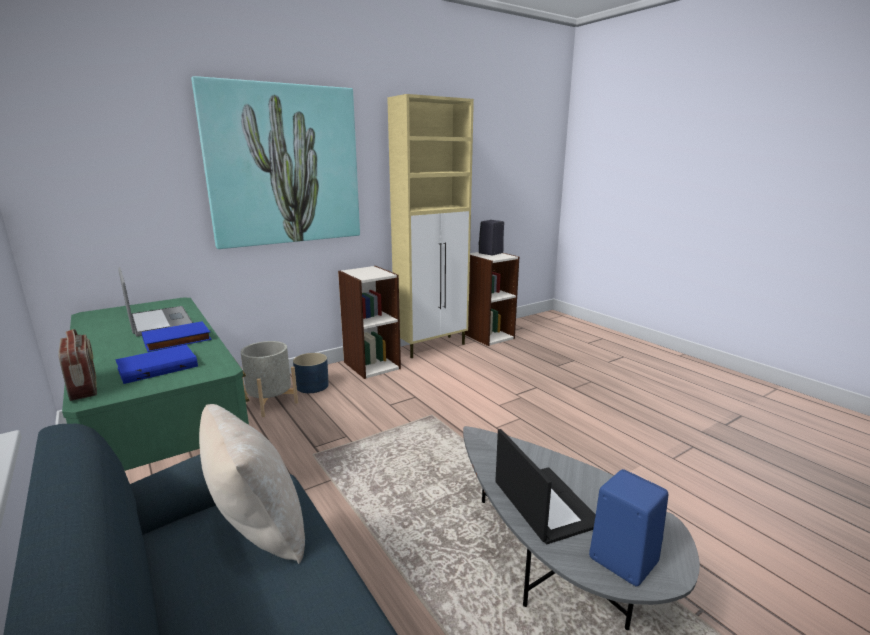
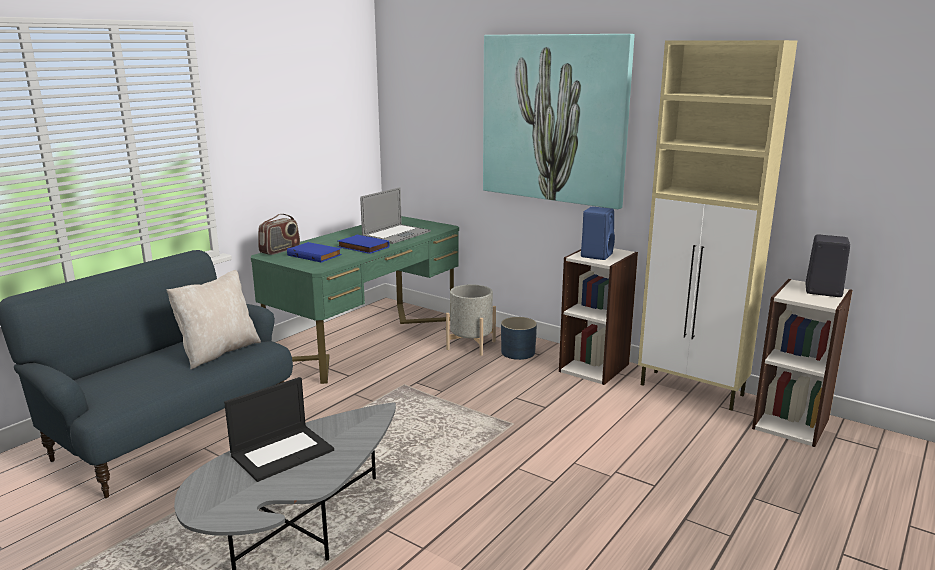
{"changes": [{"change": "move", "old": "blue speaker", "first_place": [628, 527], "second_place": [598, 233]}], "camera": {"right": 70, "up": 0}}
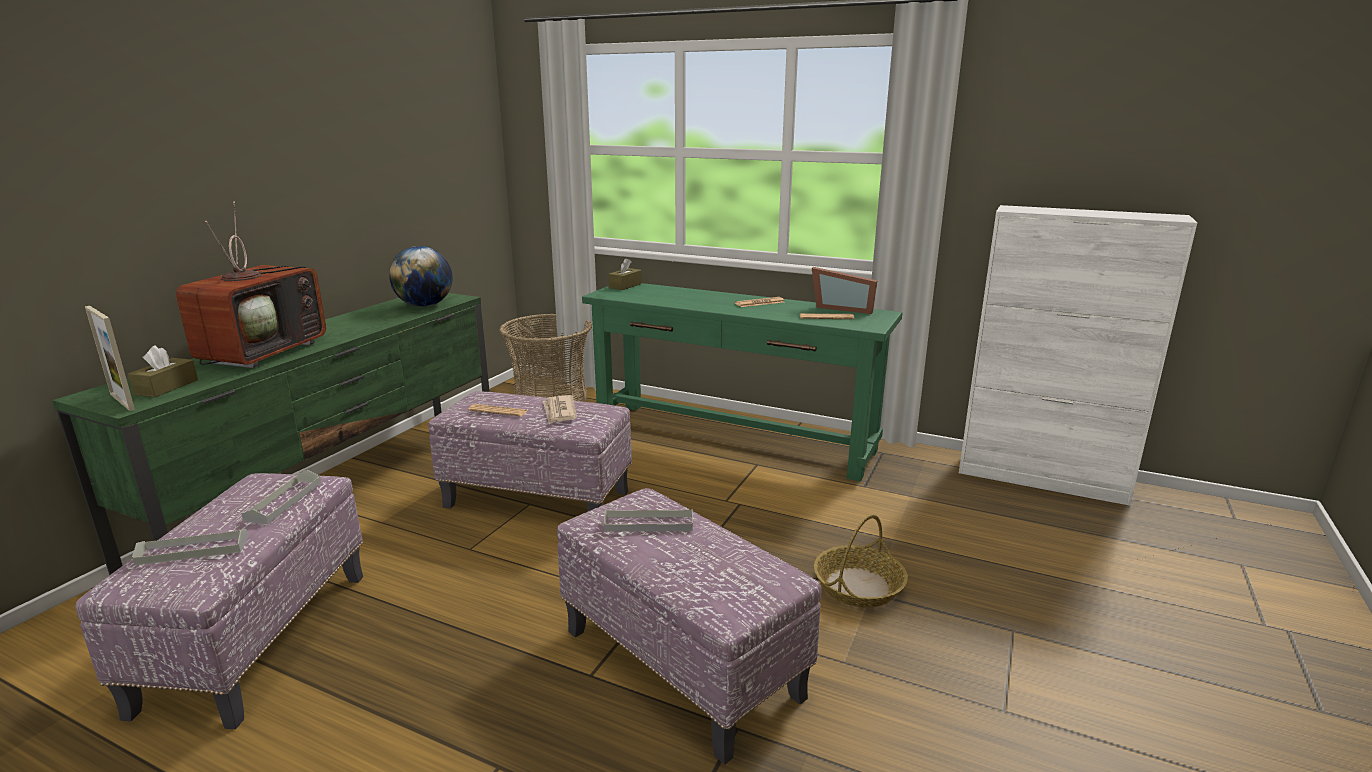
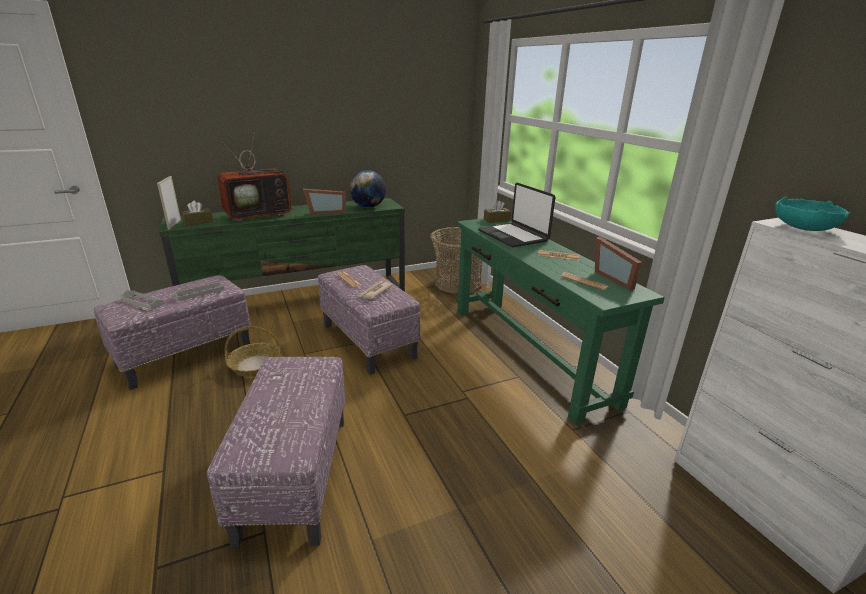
{"changes": [{"change": "delete", "old": "grey tray", "first_place": [648, 520]}, {"change": "move", "old": "basket", "first_place": [861, 561], "second_place": [253, 351]}, {"change": "insert", "new": "picture frame", "second_place": [324, 202]}, {"change": "insert", "new": "laptop", "second_place": [516, 215]}, {"change": "insert", "new": "turquoise bowl", "second_place": [812, 214]}], "camera": {"right": 40, "up": 5}}
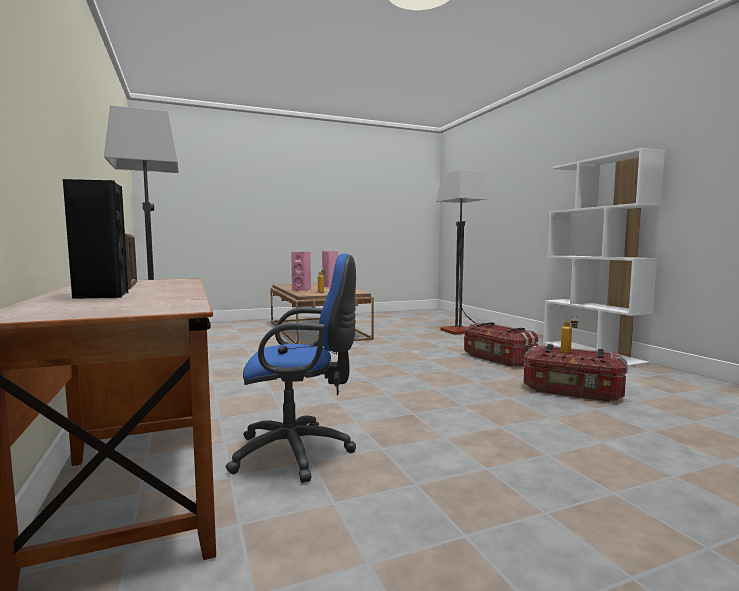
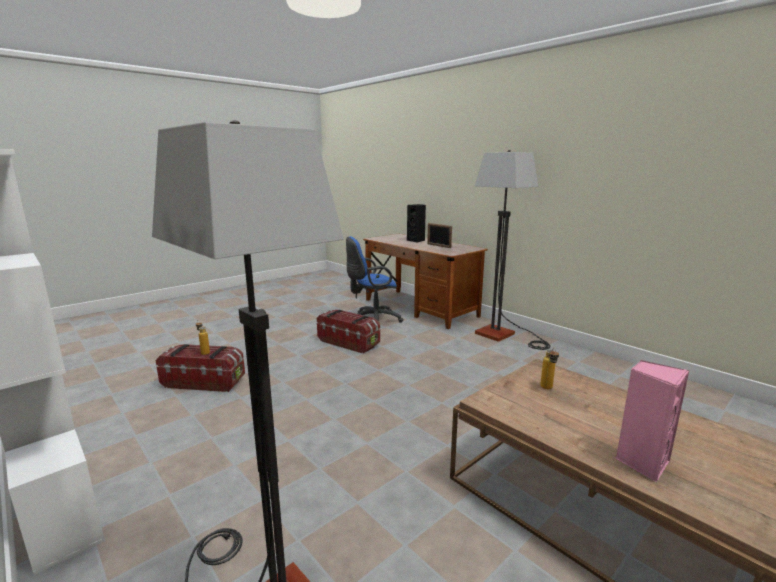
{"changes": [{"change": "delete", "old": "pink speaker", "first_place": [301, 271]}, {"change": "move", "old": "storage box", "first_place": [501, 344], "second_place": [348, 332]}], "camera": {"right": 160, "up": 10}}
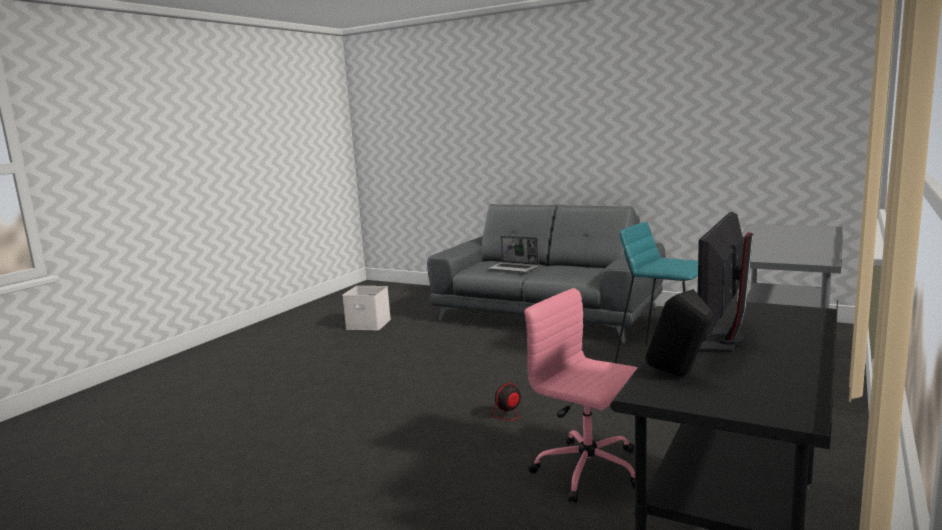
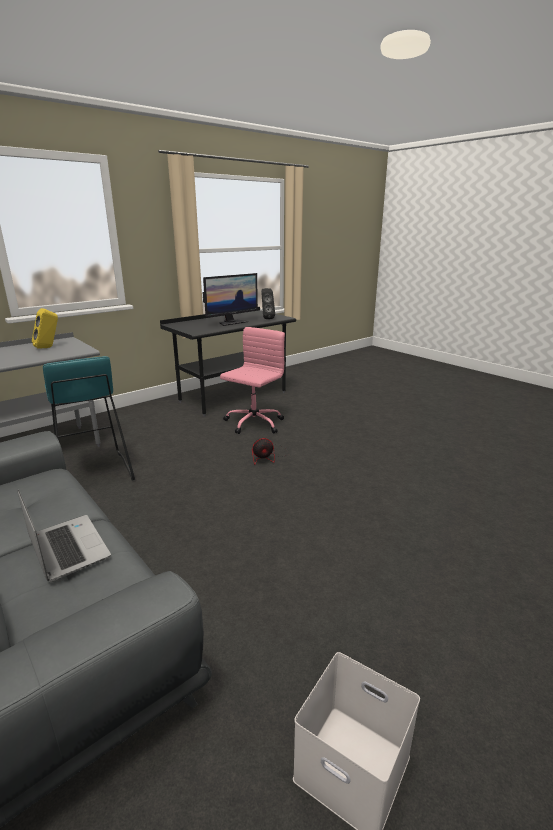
{"changes": [{"change": "rotate", "old": "pink office chair", "first_place": [581, 395], "second_place": [252, 380], "degrees": -120}, {"change": "insert", "new": "yellow speaker", "second_place": [45, 328]}], "camera": {"right": -160, "up": 10}}
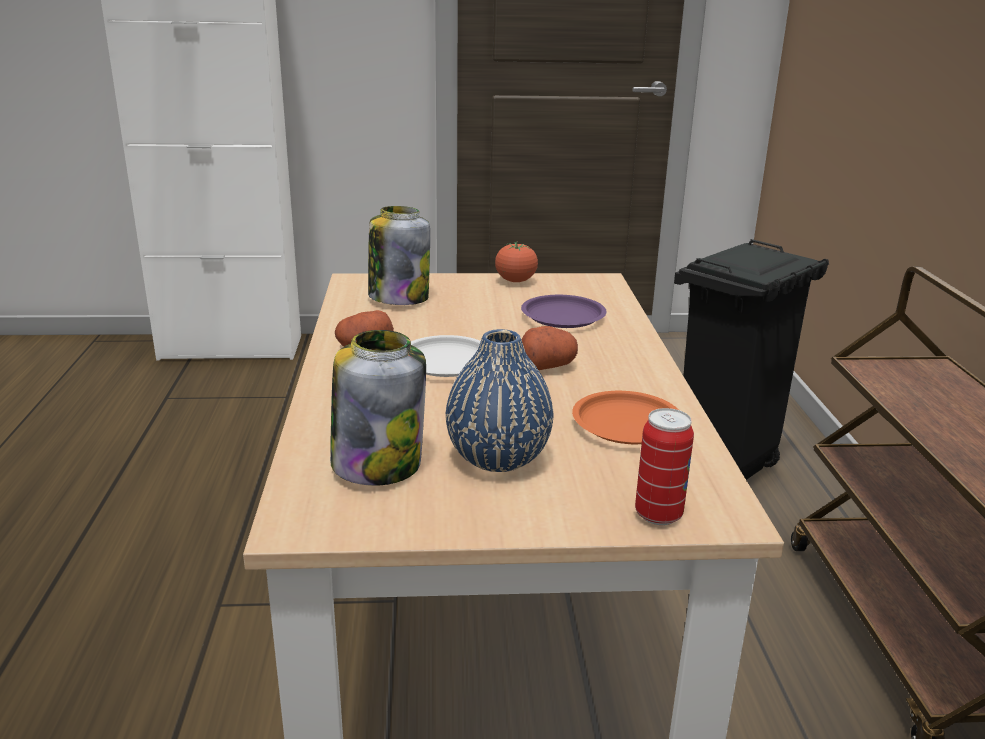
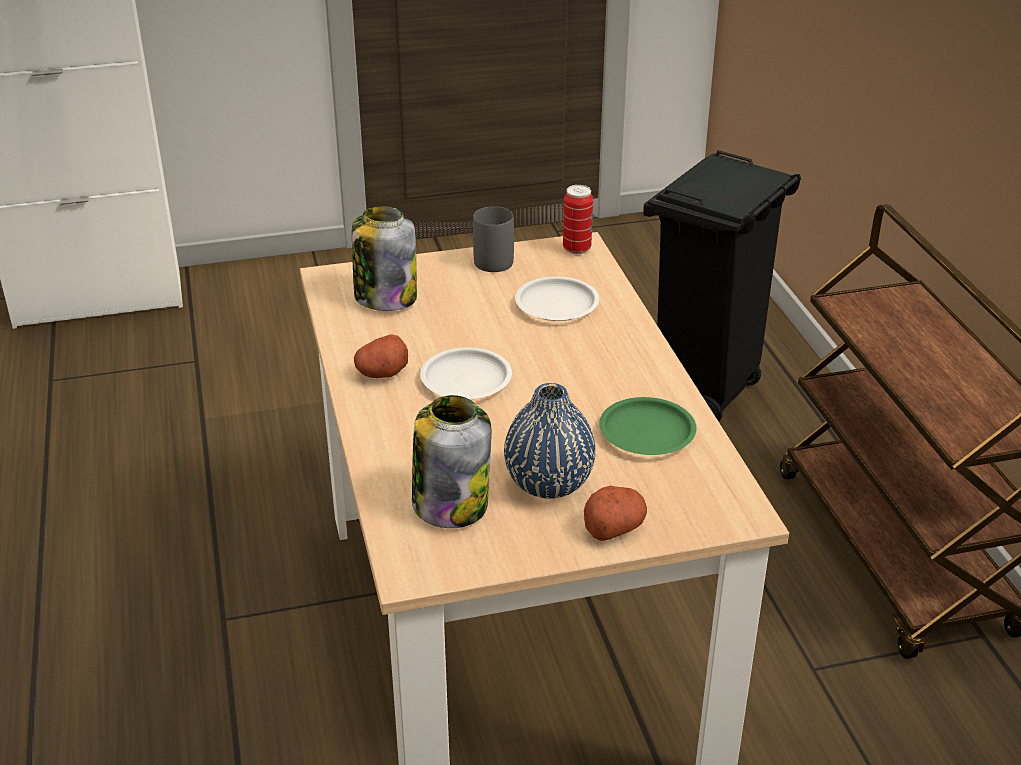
{"changes": [{"change": "replace", "old": "tomato", "new": "grey mug", "first_place": [516, 261], "second_place": [493, 239]}, {"change": "recolor", "old": "purple plate", "new": "white plate", "first_place": [564, 311], "second_place": [557, 298]}, {"change": "move", "old": "potato", "first_place": [550, 348], "second_place": [615, 513]}, {"change": "recolor", "old": "orange plate", "new": "green plate", "first_place": [625, 417], "second_place": [648, 426]}, {"change": "move", "old": "can", "first_place": [664, 466], "second_place": [578, 219]}], "camera": {"right": -10, "up": 10}}
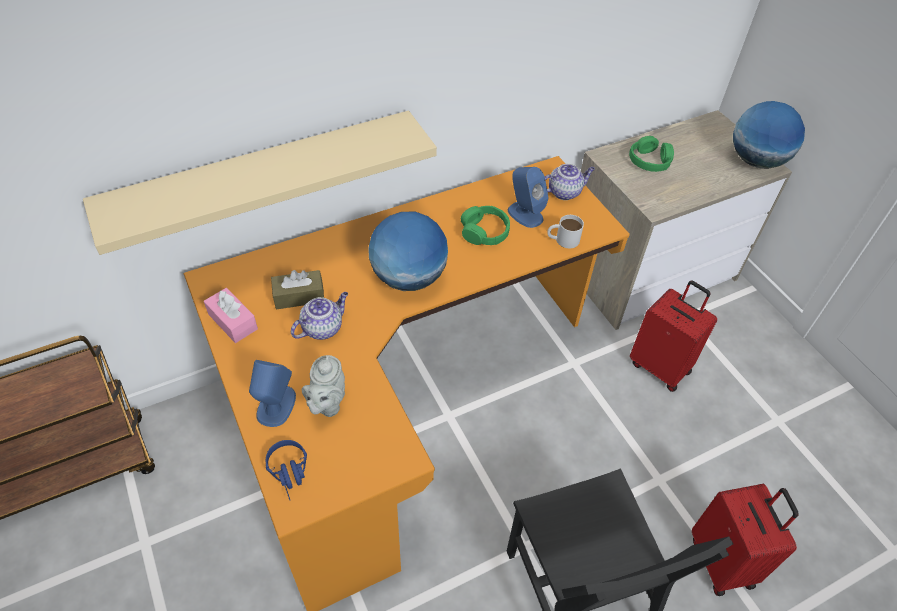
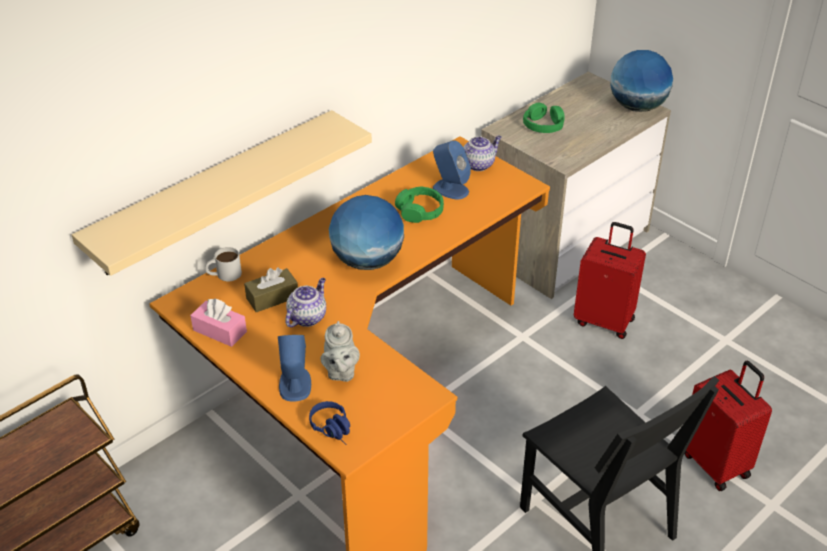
{"changes": [{"change": "move", "old": "white mug", "first_place": [565, 231], "second_place": [223, 264]}], "camera": {"right": -15, "up": -10}}
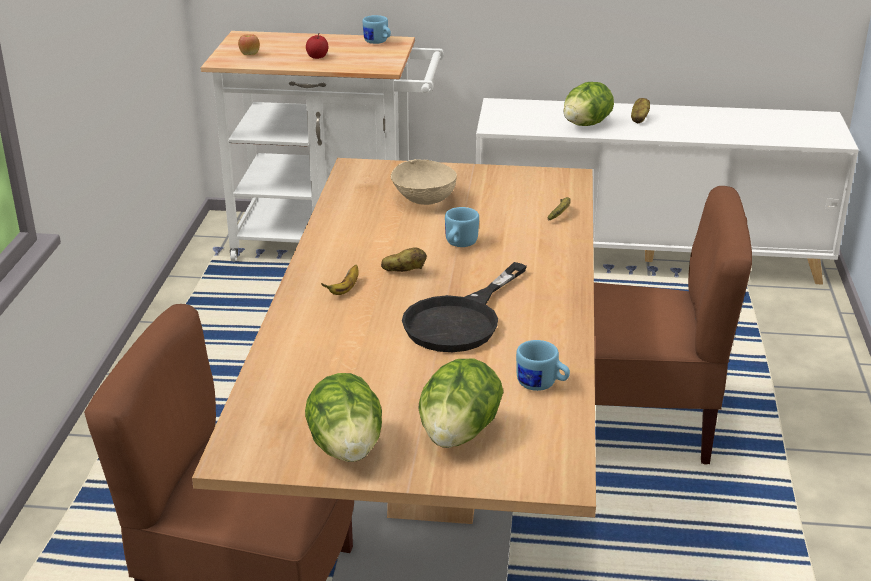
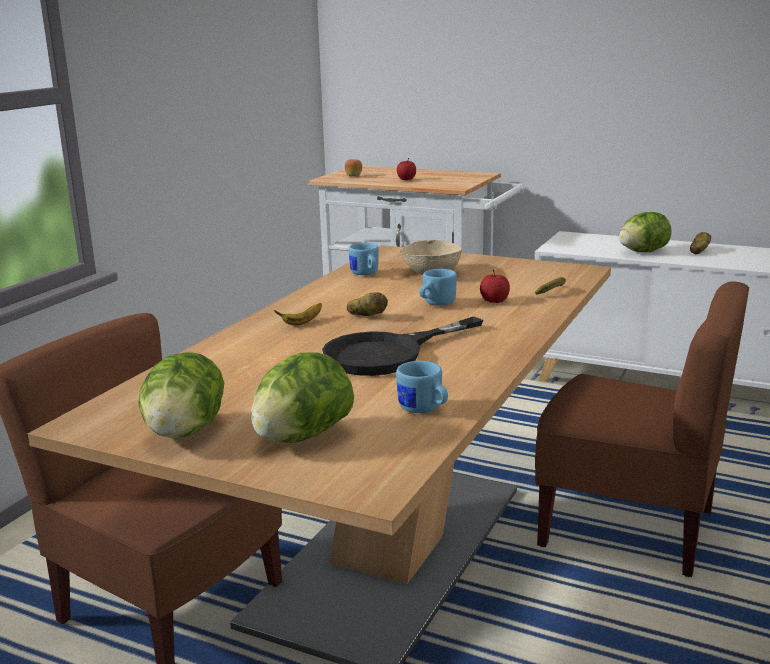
{"changes": [{"change": "move", "old": "blue mug", "first_place": [377, 29], "second_place": [364, 259]}, {"change": "insert", "new": "apple", "second_place": [495, 286]}], "camera": {"right": 20, "up": -10}}
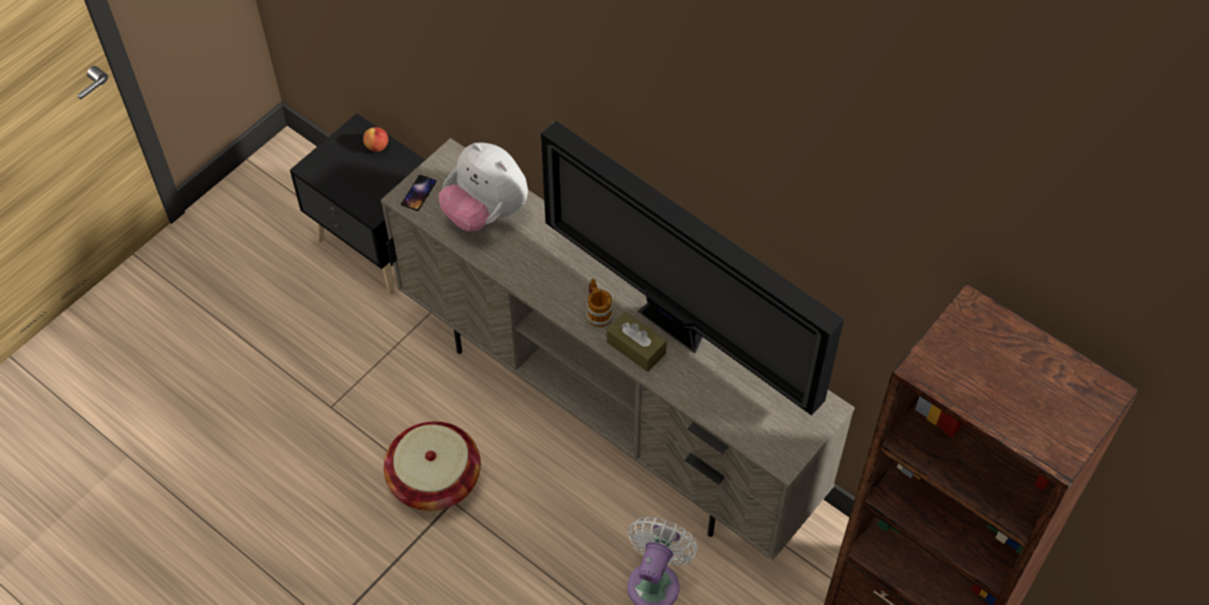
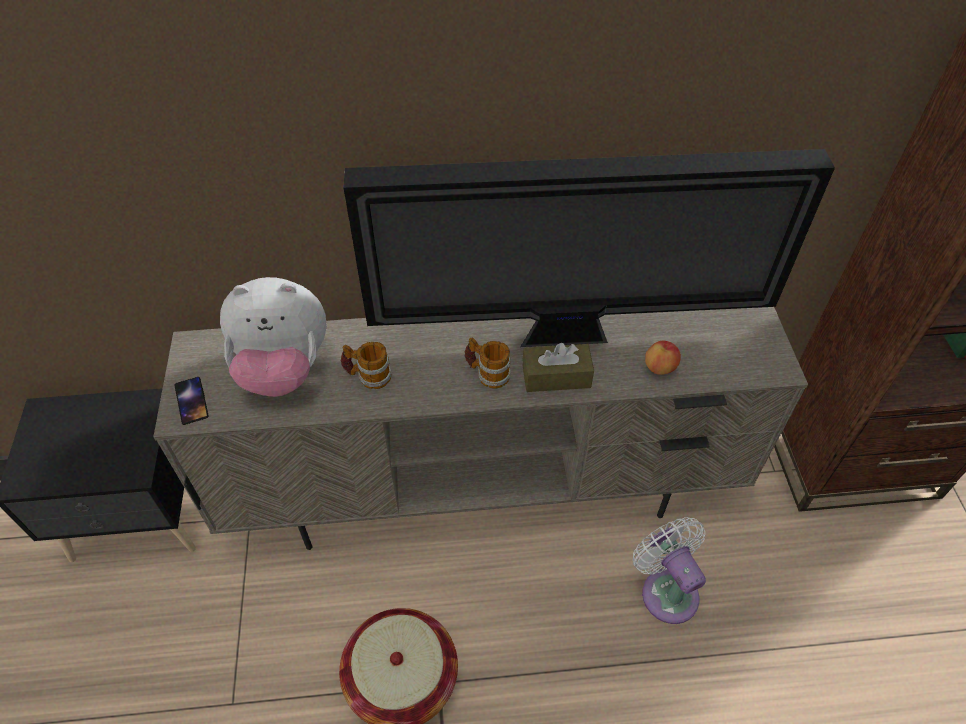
{"changes": [{"change": "move", "old": "apple", "first_place": [375, 139], "second_place": [663, 358]}, {"change": "insert", "new": "mug", "second_place": [366, 365]}], "camera": {"right": -45, "up": -5}}
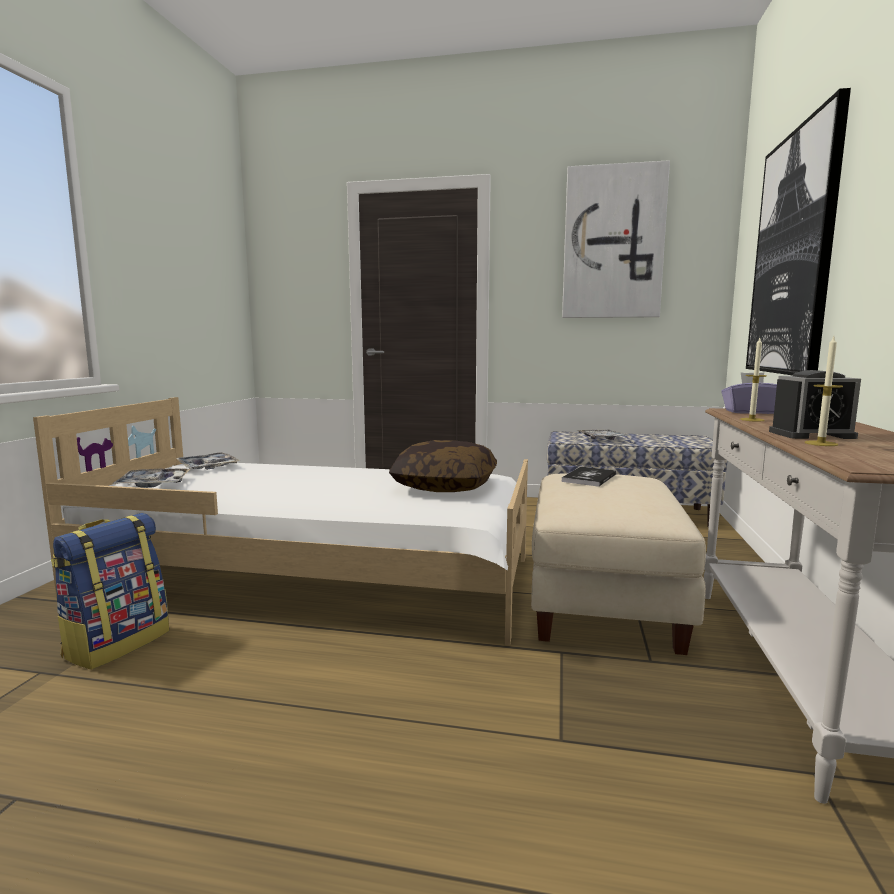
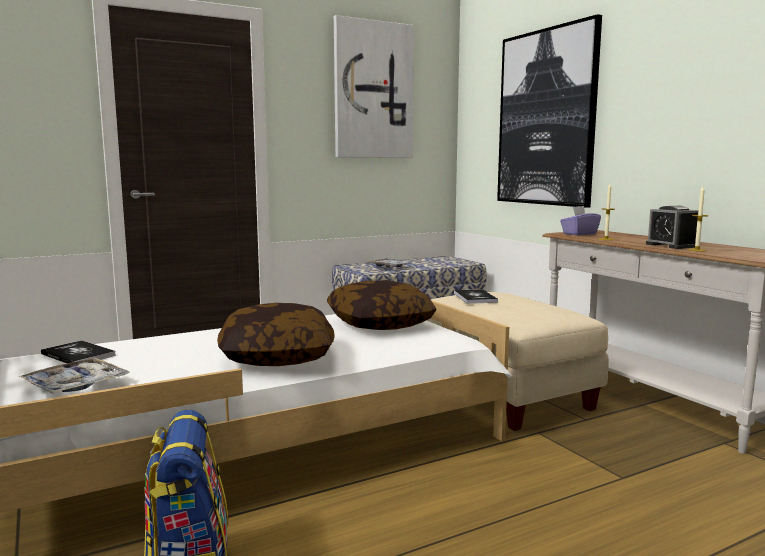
{"changes": [{"change": "replace", "old": "tray", "new": "book", "first_place": [208, 461], "second_place": [78, 352]}, {"change": "rotate", "old": "alarm clock", "first_place": [815, 404], "second_place": [672, 227], "degrees": 105}, {"change": "insert", "new": "pillow", "second_place": [276, 334]}], "camera": {"right": -40, "up": 0}}
